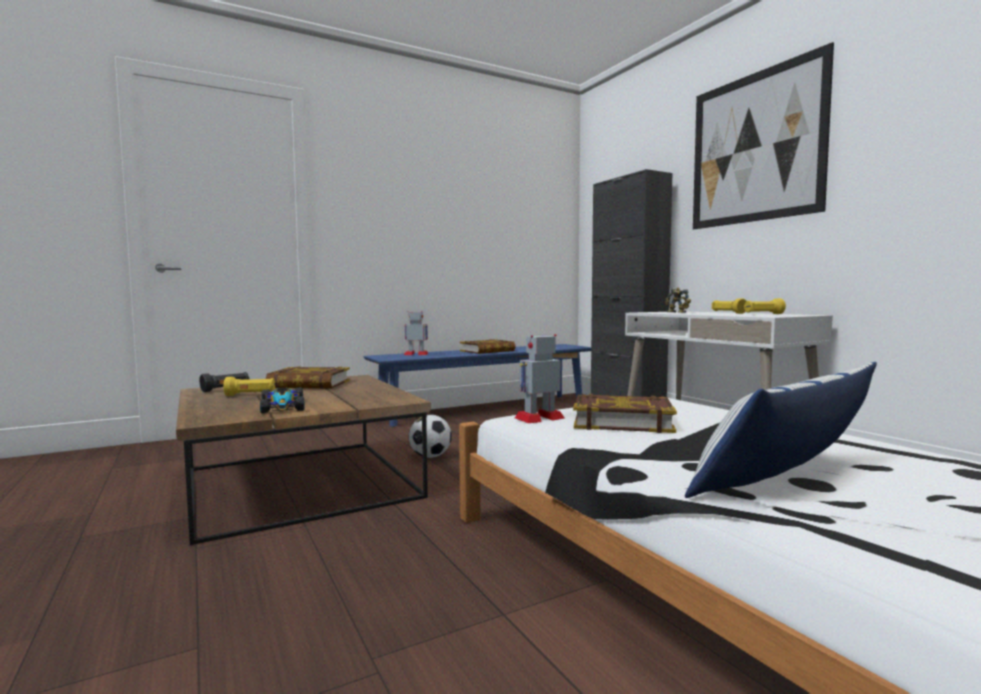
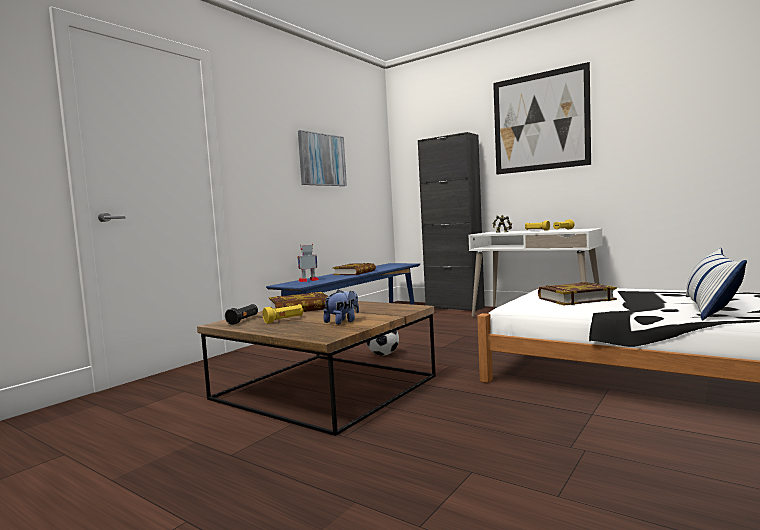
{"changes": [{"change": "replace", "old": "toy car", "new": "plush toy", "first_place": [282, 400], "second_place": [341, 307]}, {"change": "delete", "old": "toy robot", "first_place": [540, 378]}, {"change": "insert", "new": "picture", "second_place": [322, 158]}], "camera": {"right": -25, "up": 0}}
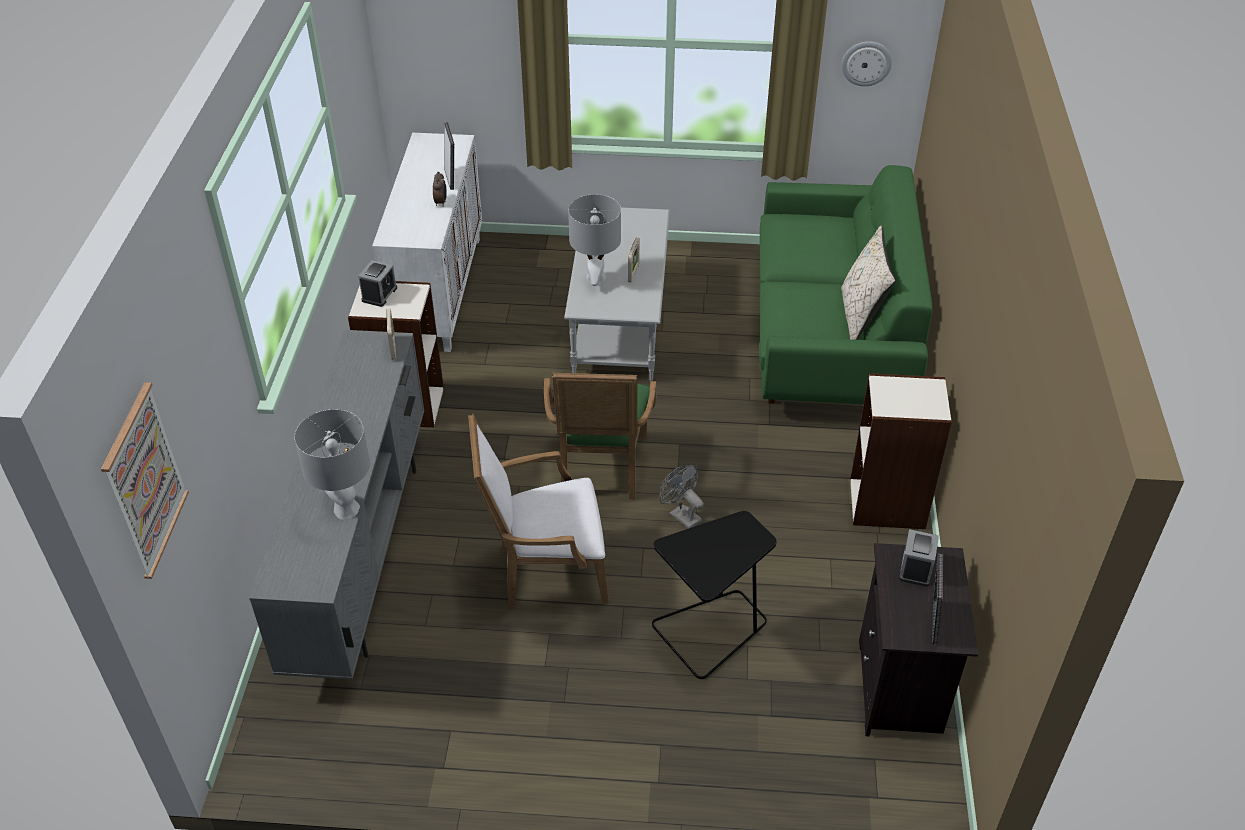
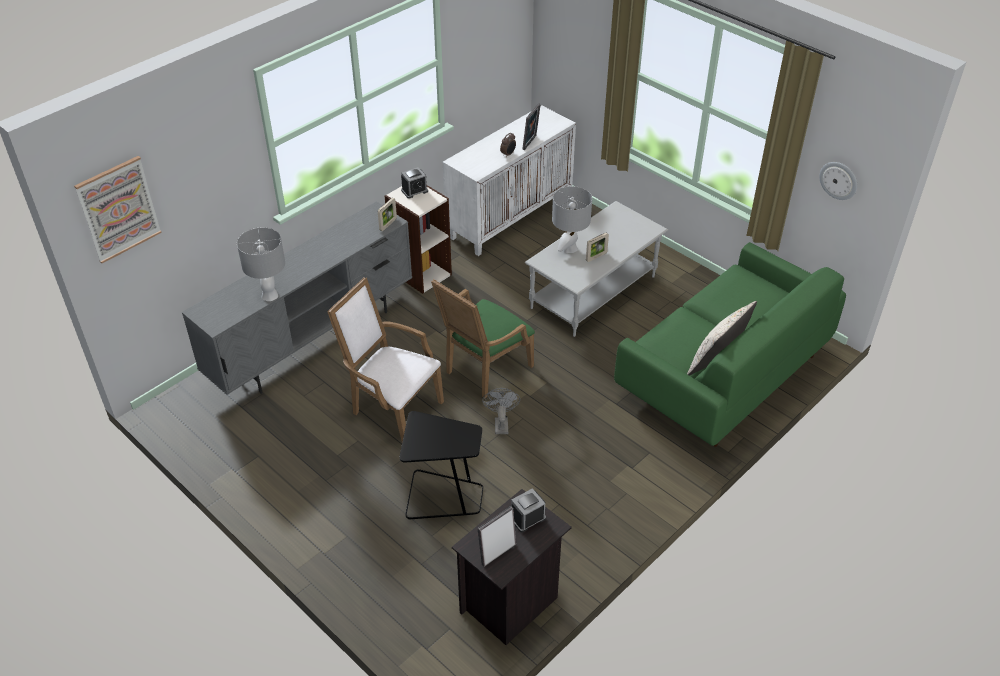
{"changes": [{"change": "delete", "old": "bookcase", "first_place": [901, 451]}], "camera": {"right": 40, "up": 0}}
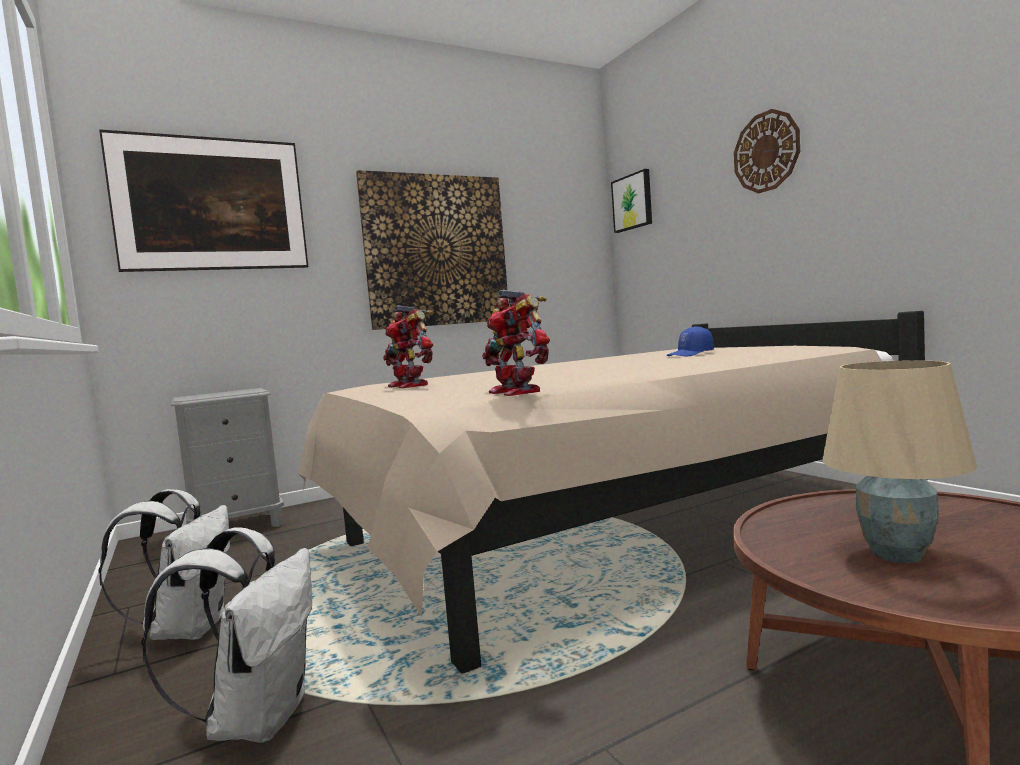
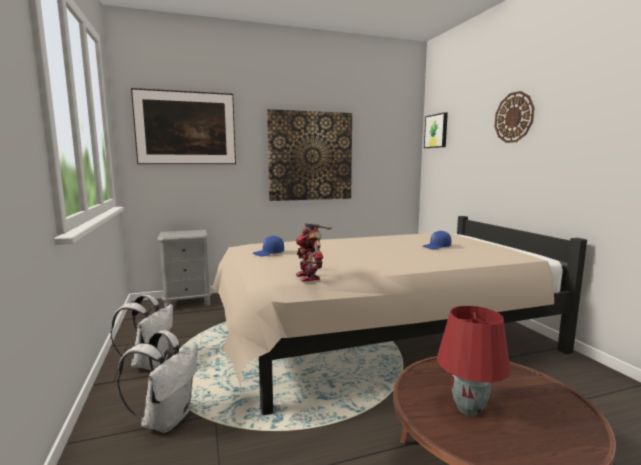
{"changes": [{"change": "replace", "old": "toy robot", "new": "blue cap", "first_place": [408, 346], "second_place": [268, 246]}, {"change": "recolor", "old": "beige table lamp", "new": "red table lamp", "first_place": [900, 461], "second_place": [474, 361]}], "camera": {"right": 10, "up": 5}}
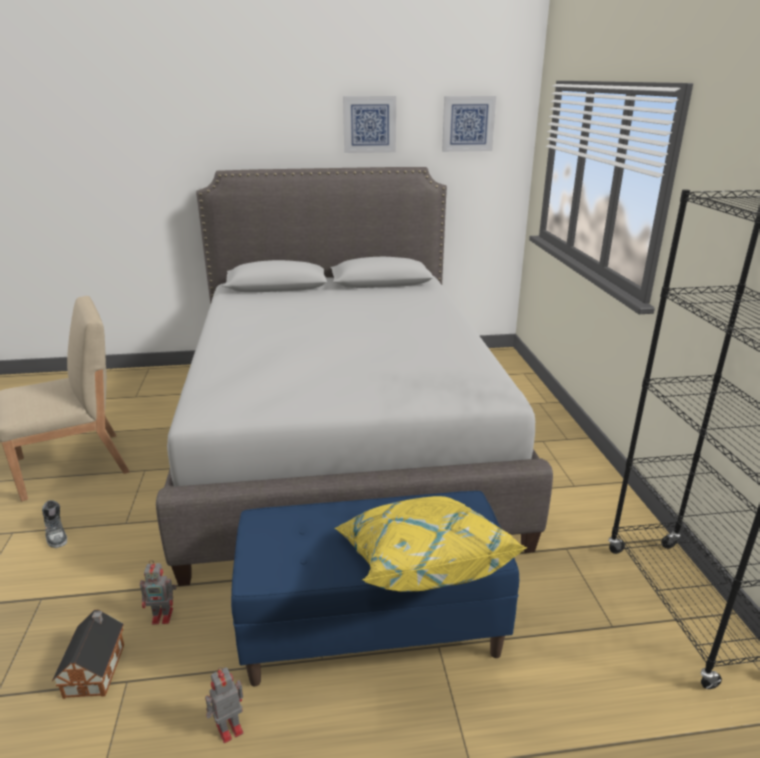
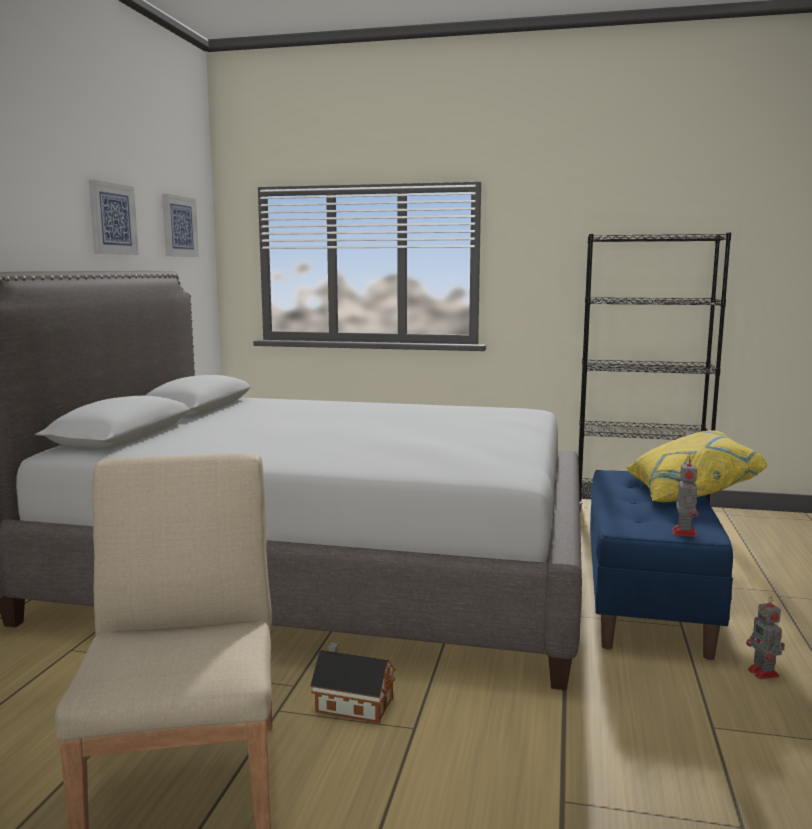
{"changes": [{"change": "delete", "old": "shoe", "first_place": [54, 524]}, {"change": "move", "old": "toy house", "first_place": [88, 654], "second_place": [353, 683]}, {"change": "move", "old": "toy robot", "first_place": [158, 592], "second_place": [685, 497]}], "camera": {"right": -70, "up": -15}}
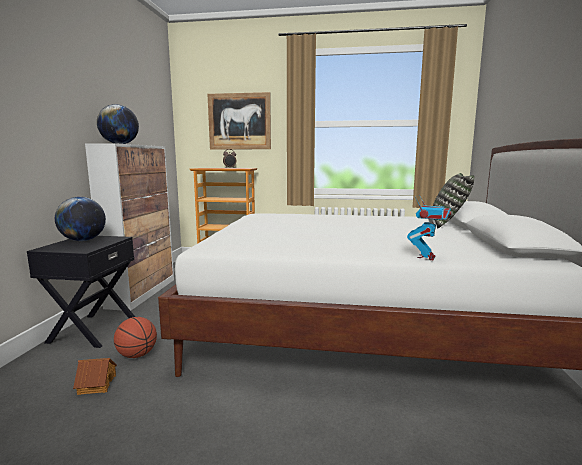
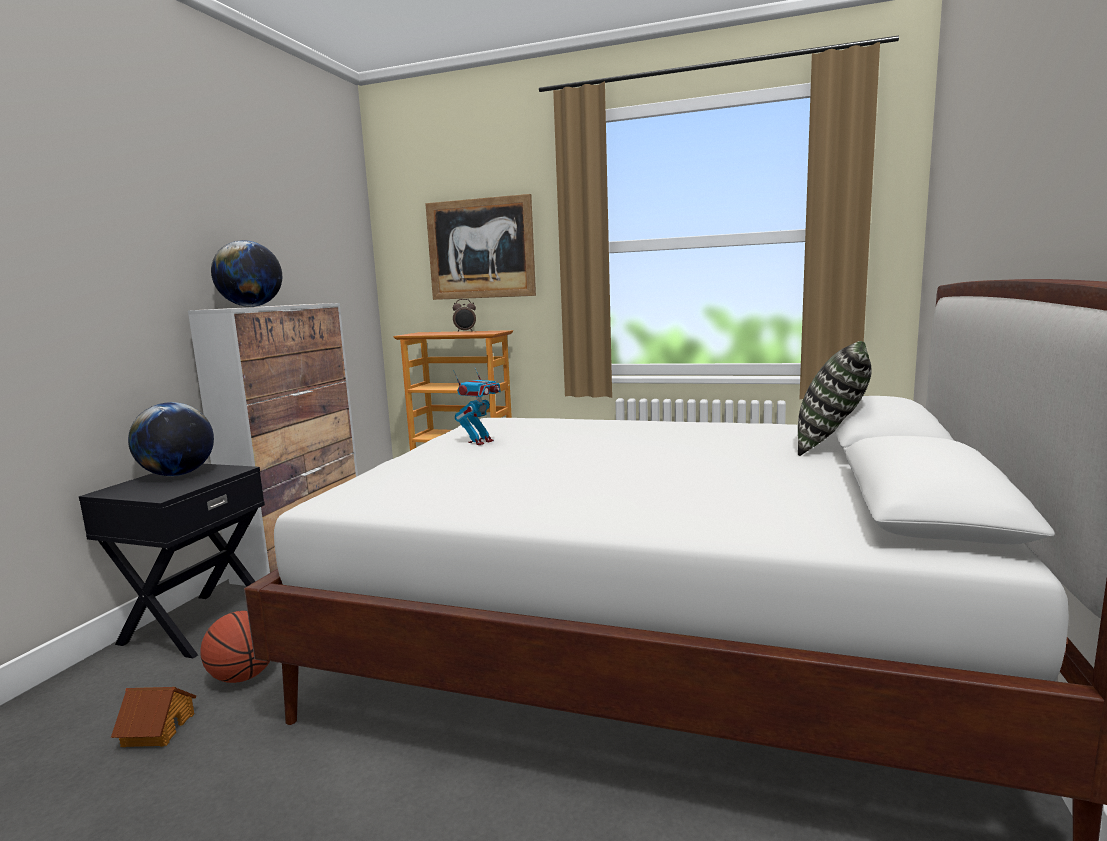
{"changes": [{"change": "move", "old": "toy robot", "first_place": [429, 227], "second_place": [477, 405]}], "camera": {"right": 10, "up": 0}}
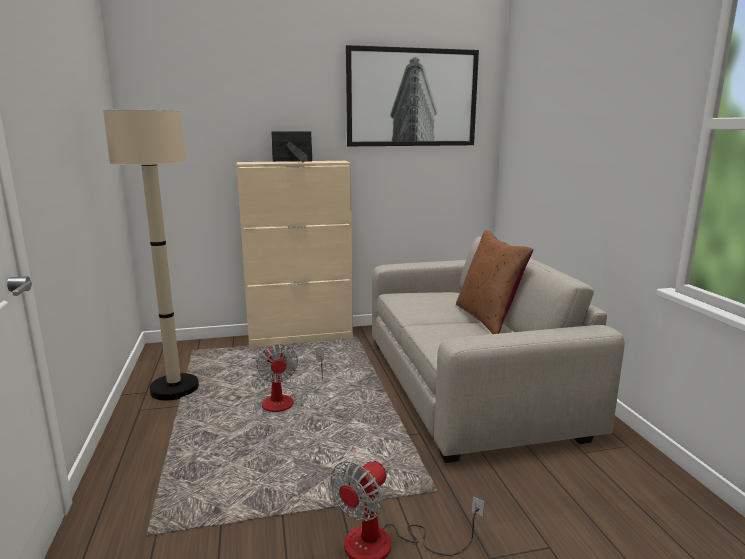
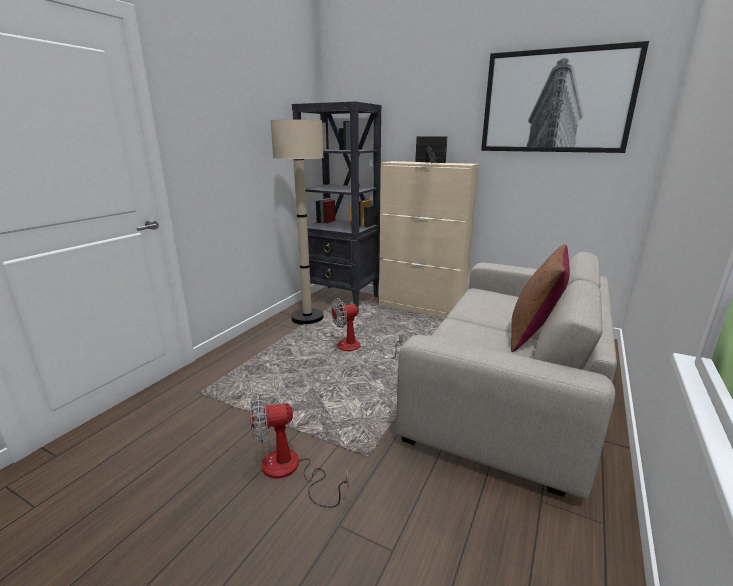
{"changes": [{"change": "rotate", "old": "fan", "first_place": [290, 378], "second_place": [367, 328], "degrees": 45}, {"change": "insert", "new": "black bookcase", "second_place": [336, 204]}], "camera": {"right": 40, "up": 5}}
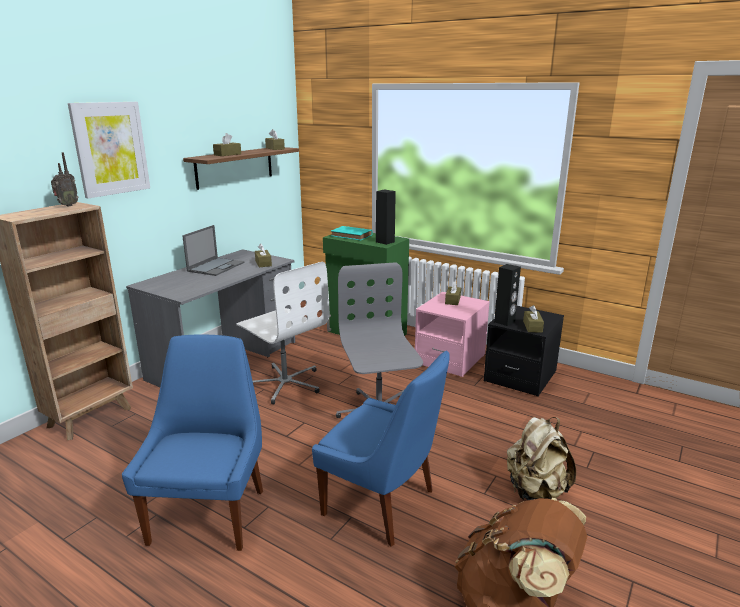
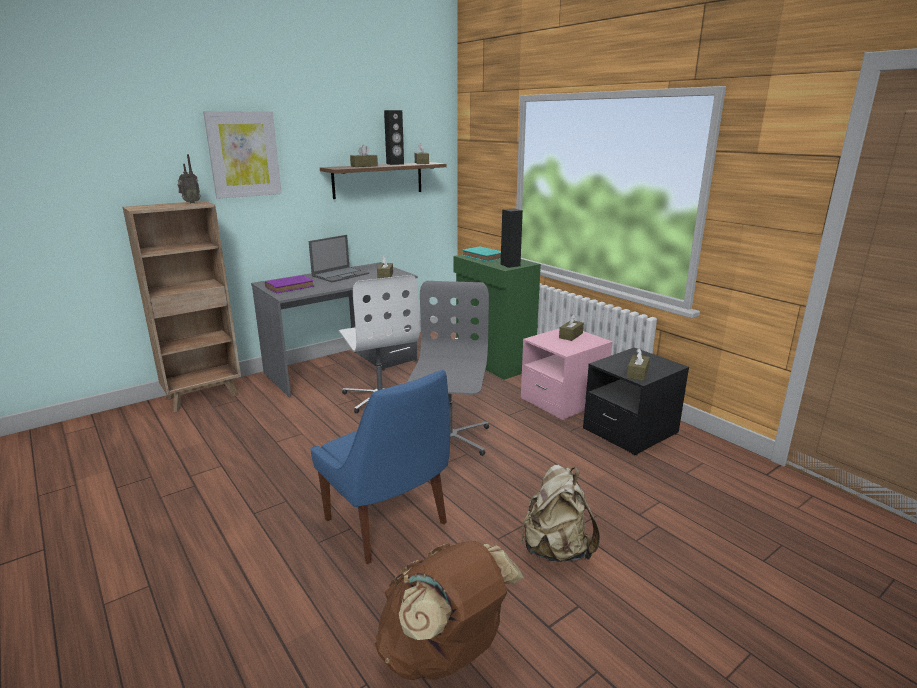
{"changes": [{"change": "delete", "old": "blue chair", "first_place": [192, 443]}, {"change": "move", "old": "black speaker", "first_place": [507, 295], "second_place": [394, 137]}, {"change": "insert", "new": "purple book", "second_place": [289, 284]}], "camera": {"right": 20, "up": 0}}
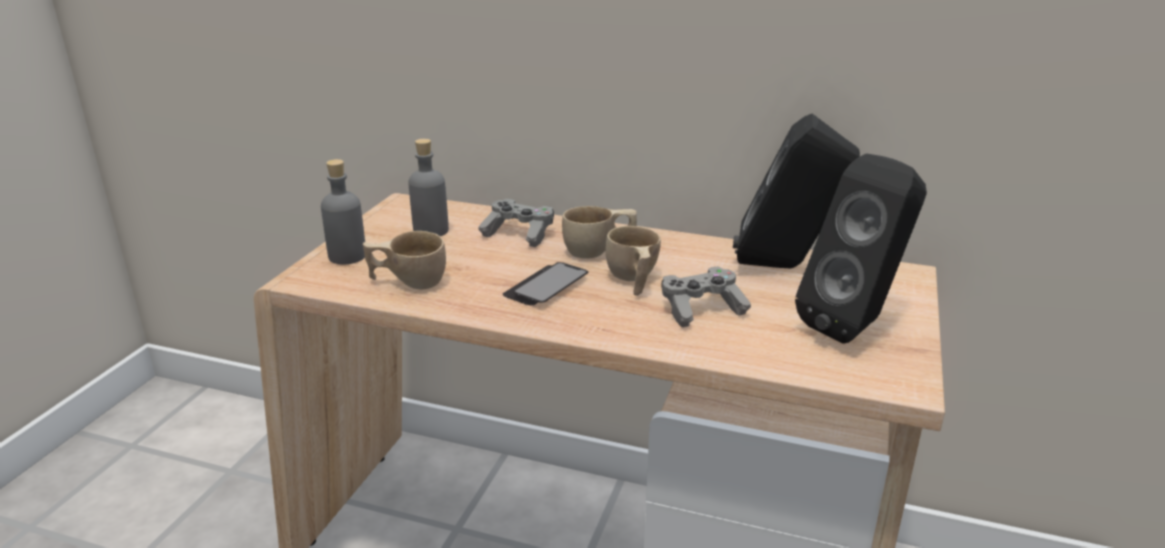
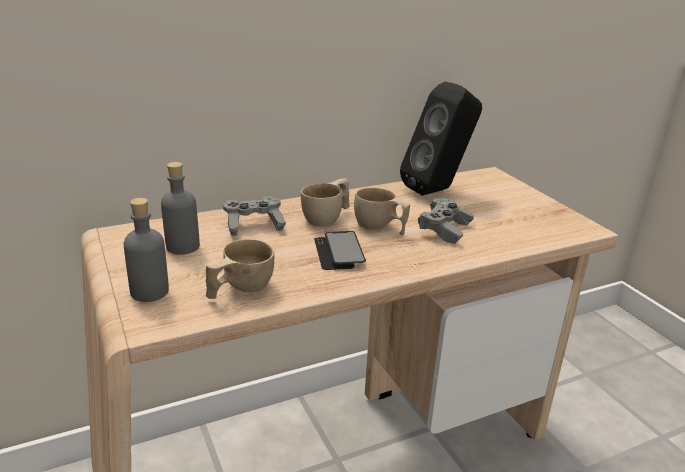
{"changes": [{"change": "delete", "old": "black speaker", "first_place": [861, 248]}], "camera": {"right": -45, "up": 0}}
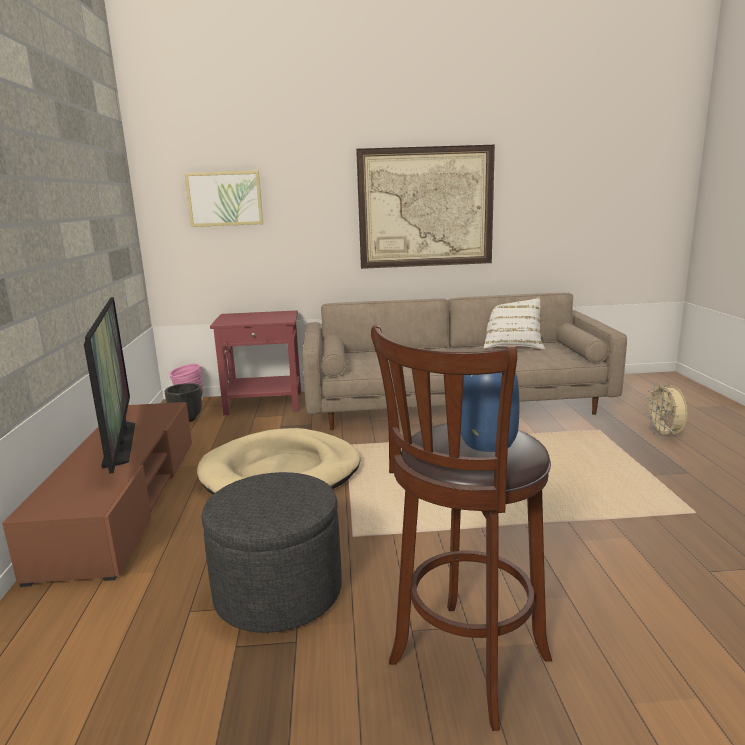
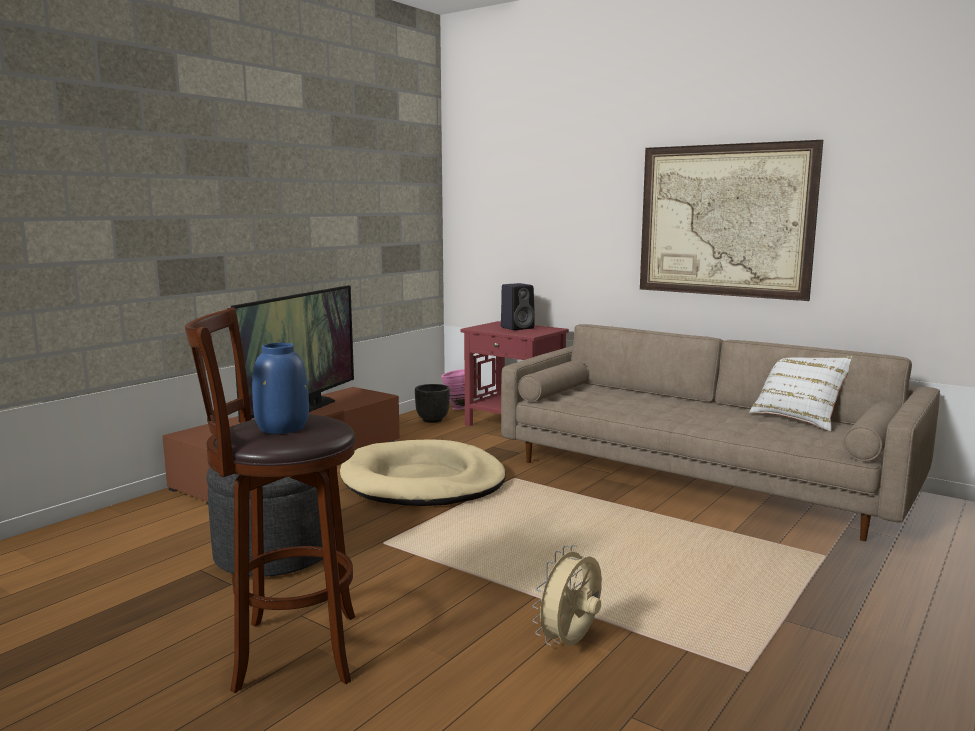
{"changes": [{"change": "delete", "old": "picture", "first_place": [224, 199]}, {"change": "move", "old": "beige fan", "first_place": [666, 410], "second_place": [567, 595]}, {"change": "insert", "new": "black speaker", "second_place": [518, 306]}], "camera": {"right": 40, "up": -5}}
